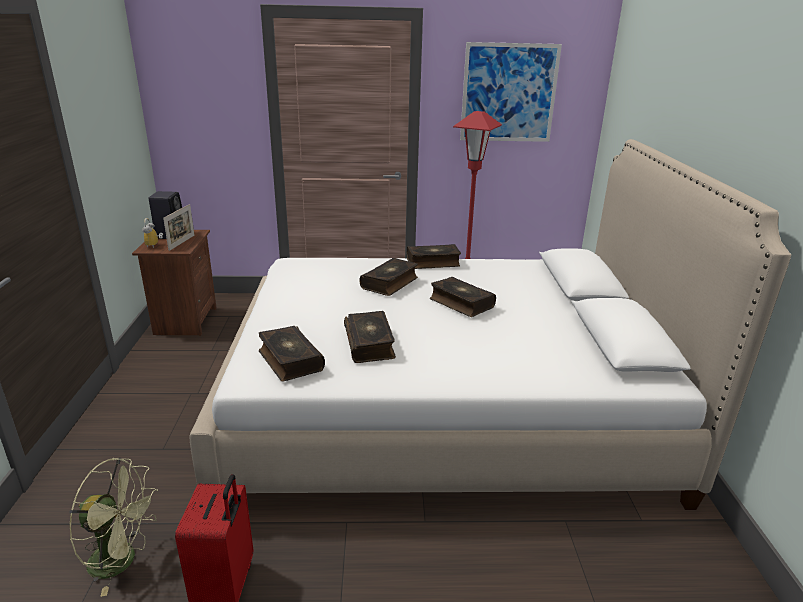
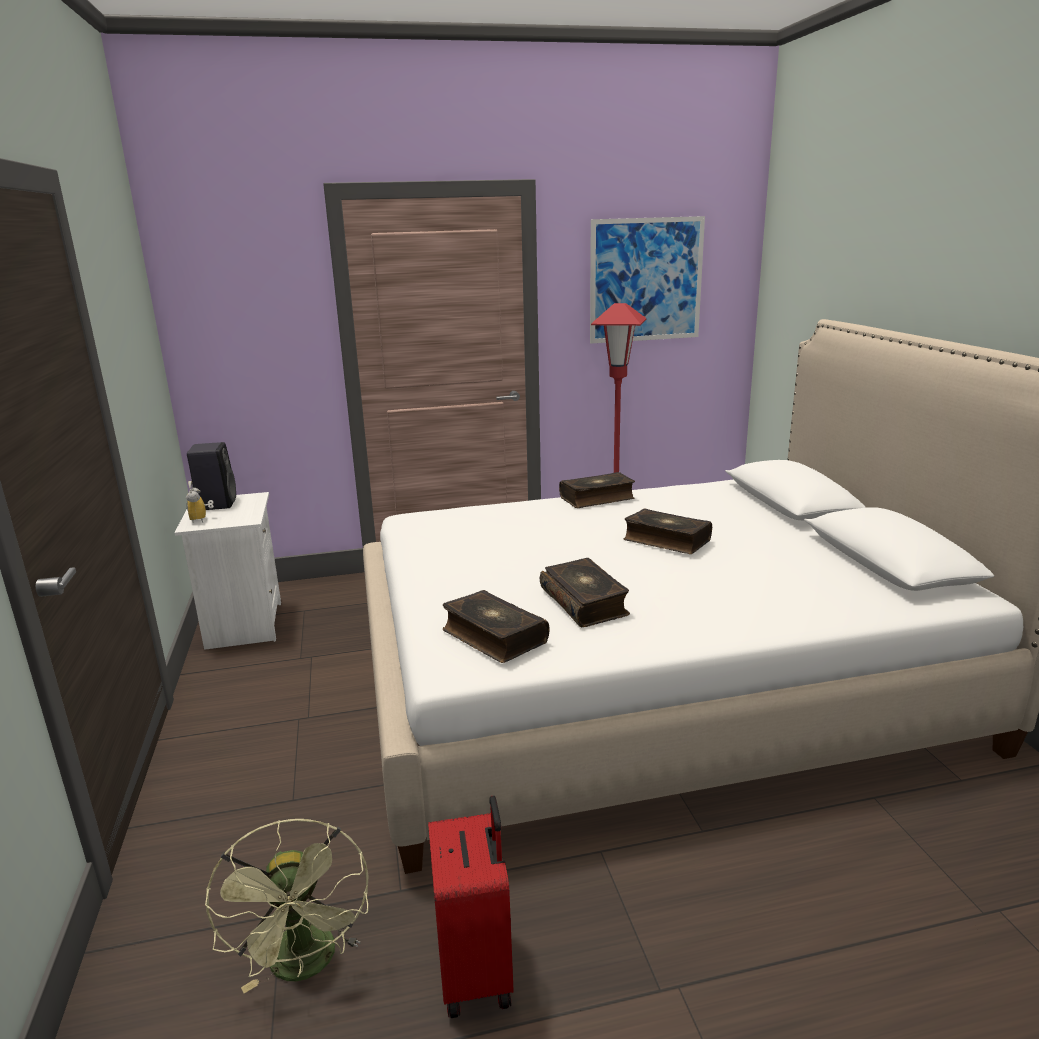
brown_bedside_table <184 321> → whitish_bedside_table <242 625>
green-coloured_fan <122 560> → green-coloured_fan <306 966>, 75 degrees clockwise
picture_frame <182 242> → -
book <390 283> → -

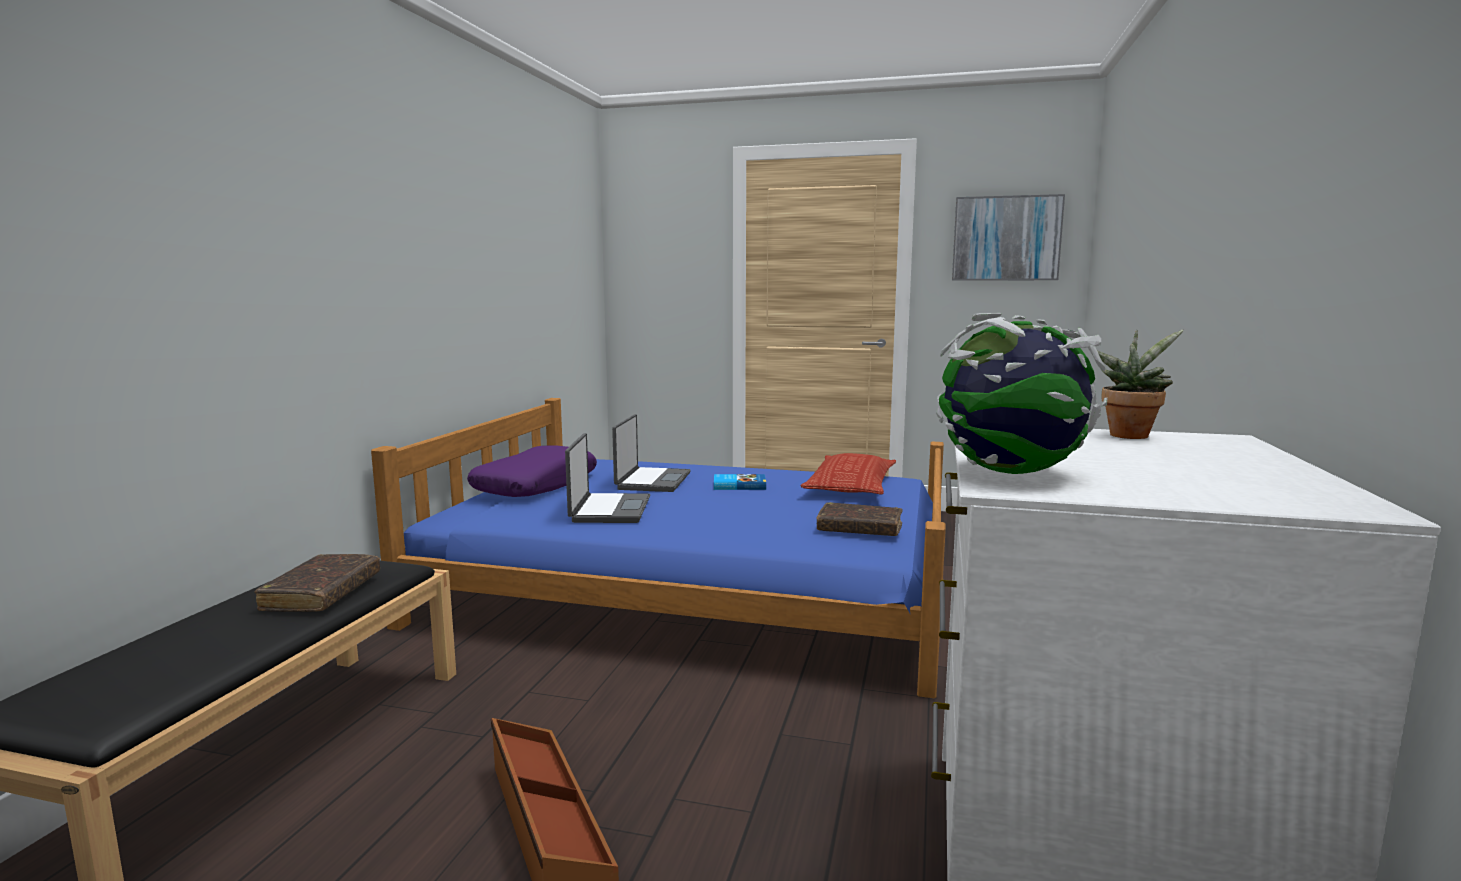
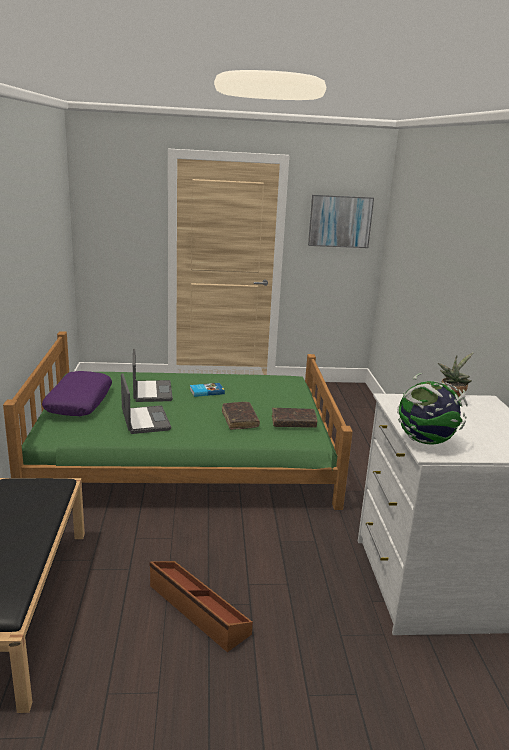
bluish_bed <697 587> → green-coloured_bed <187 455>
brown_book <322 594> → brown_book <240 420>, relocated
pillow <851 485> → -

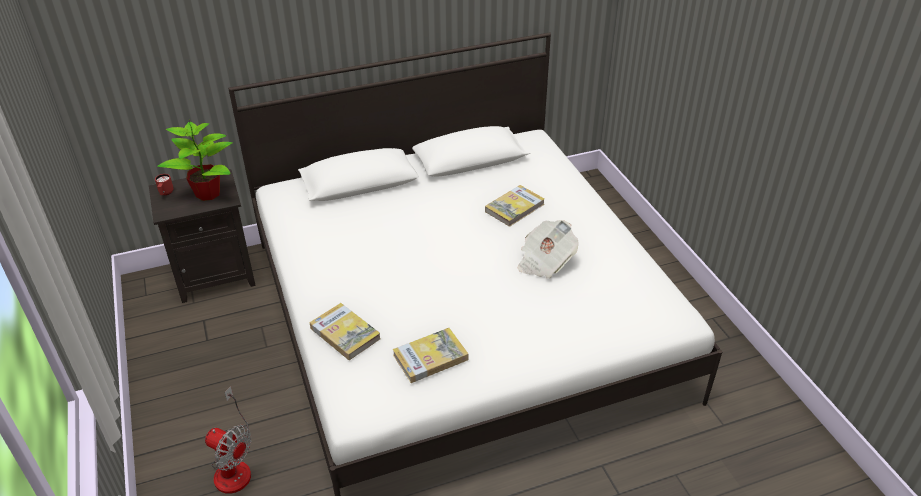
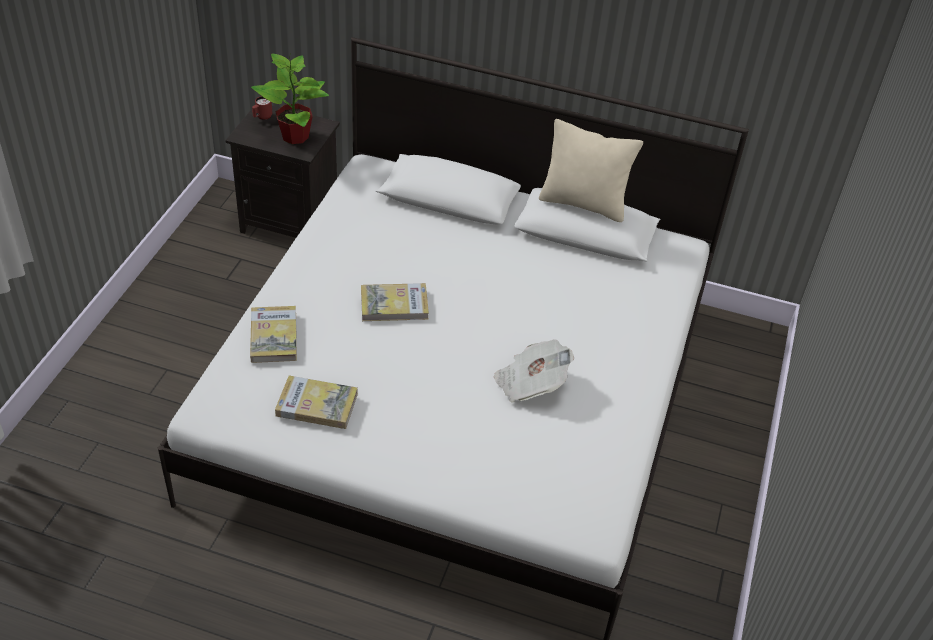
book <514 208> → book <394 305>, relocated
- → sand-coloured_pillow <583 204>
fan <233 465> → -

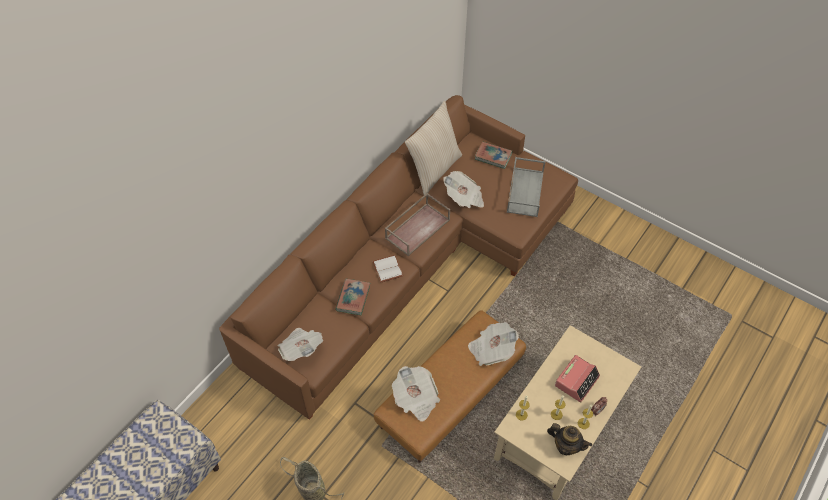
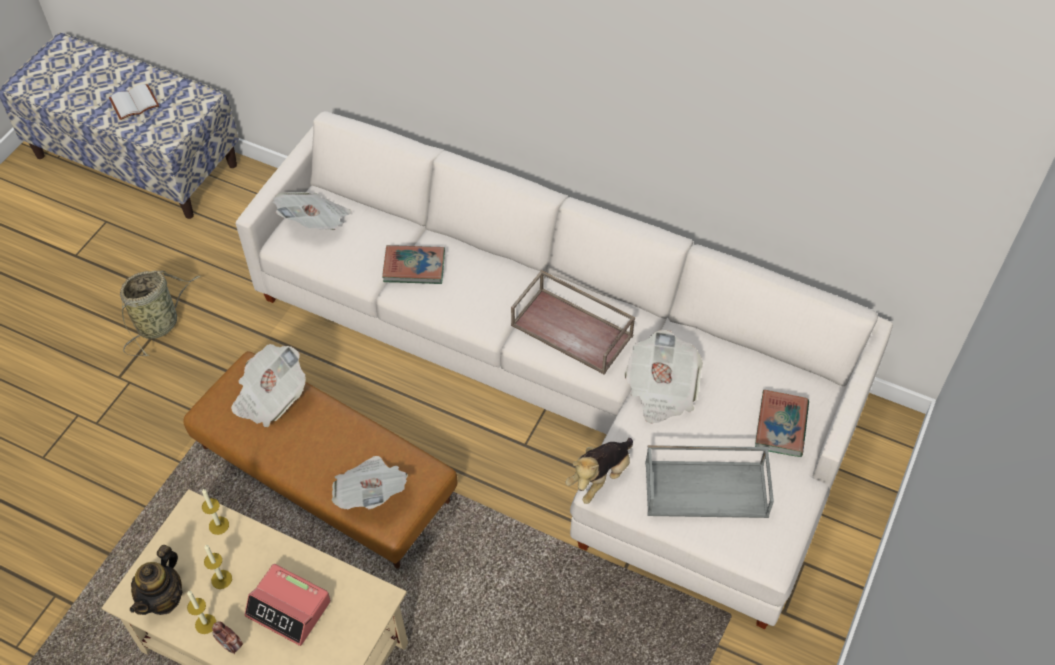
whitish_book <386 269> → whitish_book <134 102>, relocated
brown_sofa <411 261> → whitish_sofa <574 381>
- → plush_toy <600 477>
sand-coloured_pillow <434 170> → -

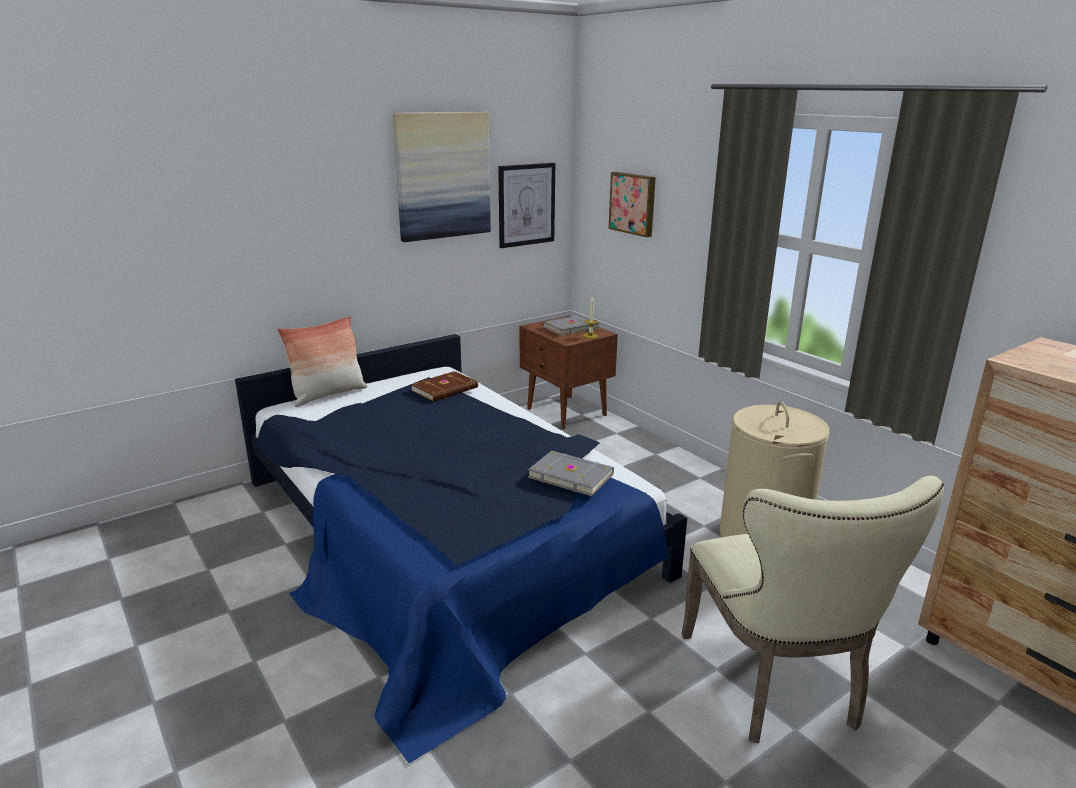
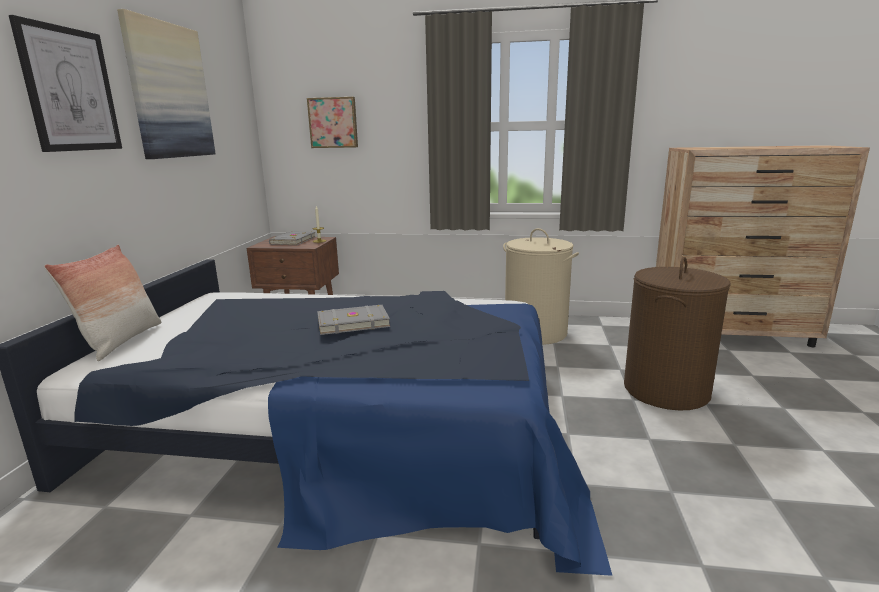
picture <526 205> → picture <70 90>, relocated
greyish_book <571 475> → greyish_book <352 322>, relocated
sand-coloured_chair <777 686> → brown_laundry_basket <666 390>
brown_book <445 389> → -

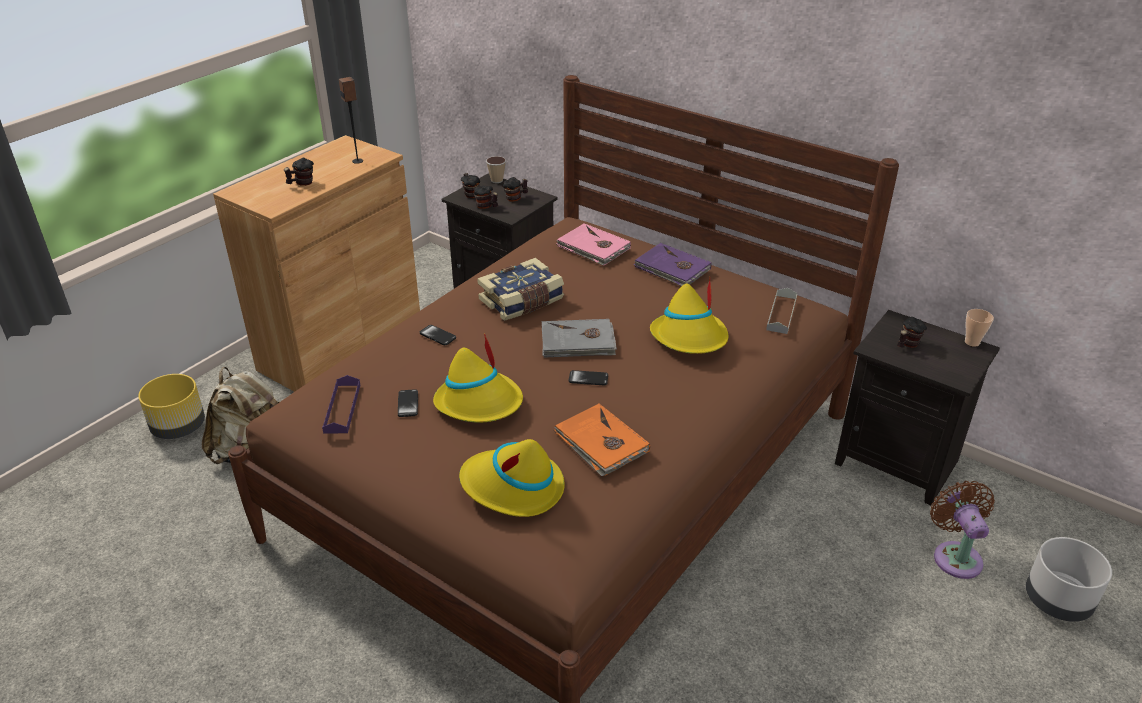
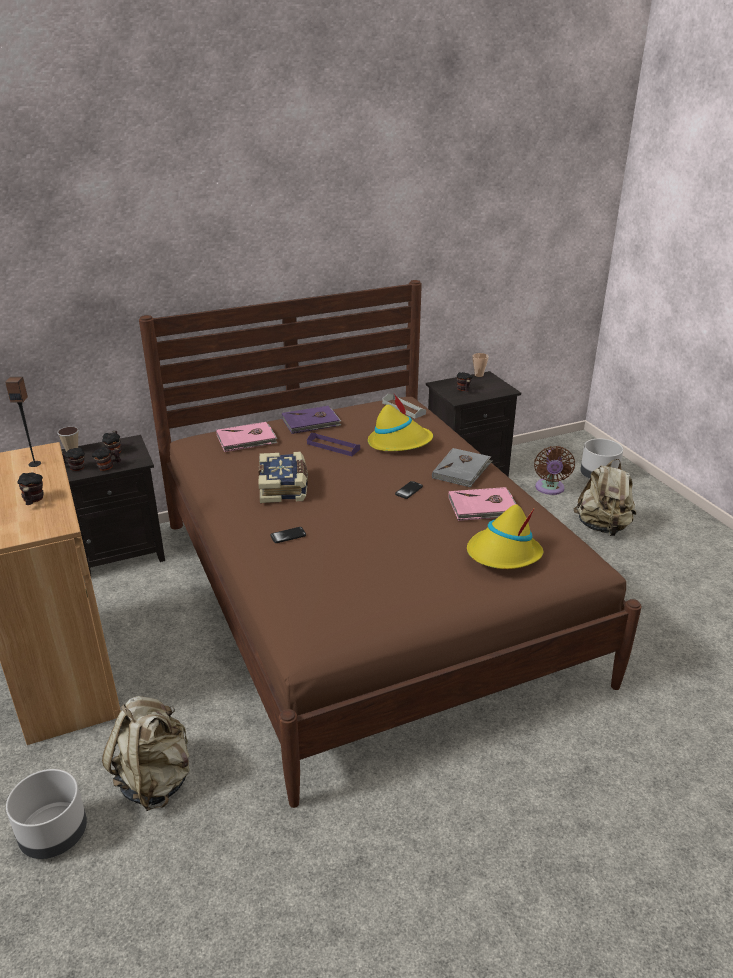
yellow_planter <179 427> → greyish_planter <54 835>
purple_carrying_tray <342 408> → purple_carrying_tray <333 446>, relocated
greyish_book <578 342> → greyish_book <462 470>, relocated
orange-coloured_book <601 443> → pink-coloured_book <483 507>
brown_fan <955 556> → brown_fan <549 489>, 105 degrees counterclockwise
- → sand-coloured_backpack <602 527>
phone <408 404> → -
yellow_hat <480 403> → -

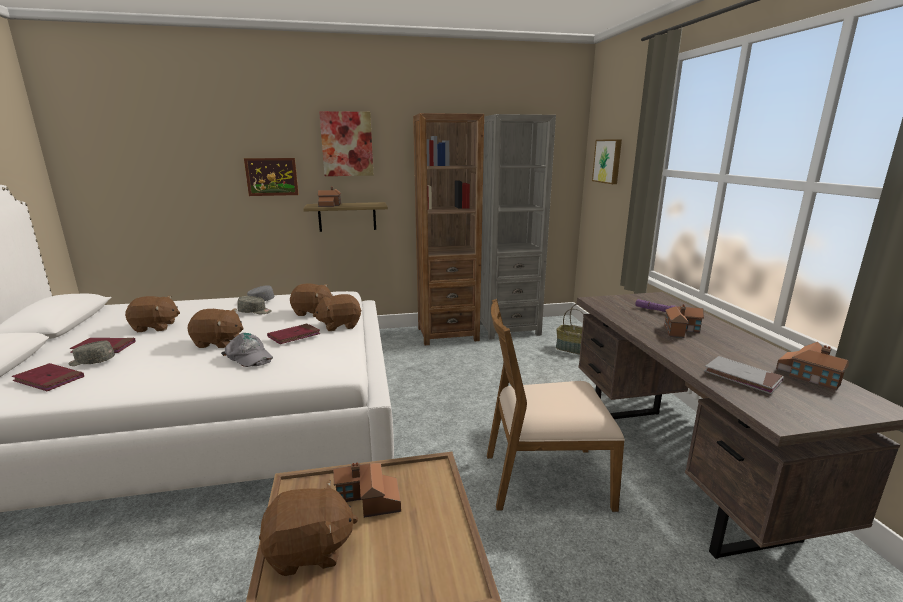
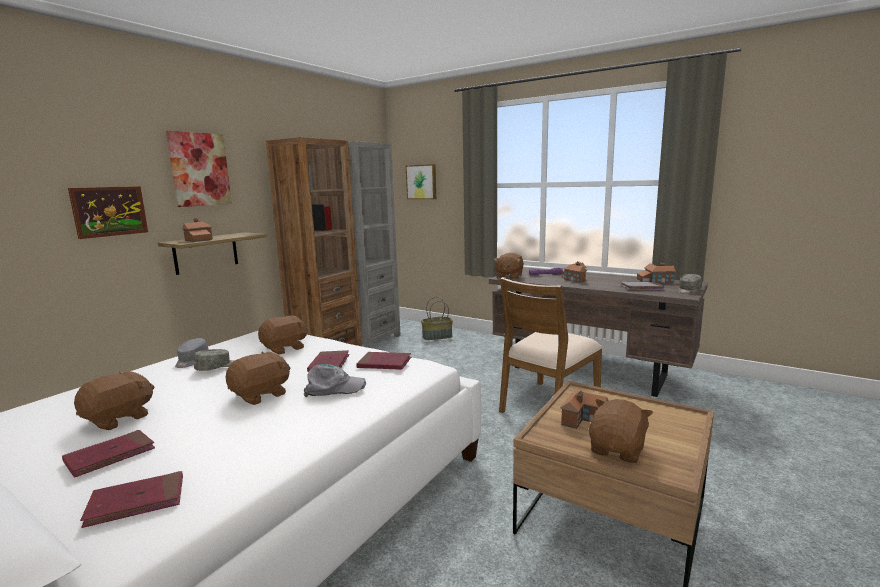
- → red-coloured_book <384 363>
brown_plush_toy <339 325> → brown_plush_toy <508 277>, relocated
greyish_peaked_cap <92 362> → greyish_peaked_cap <688 290>, relocated

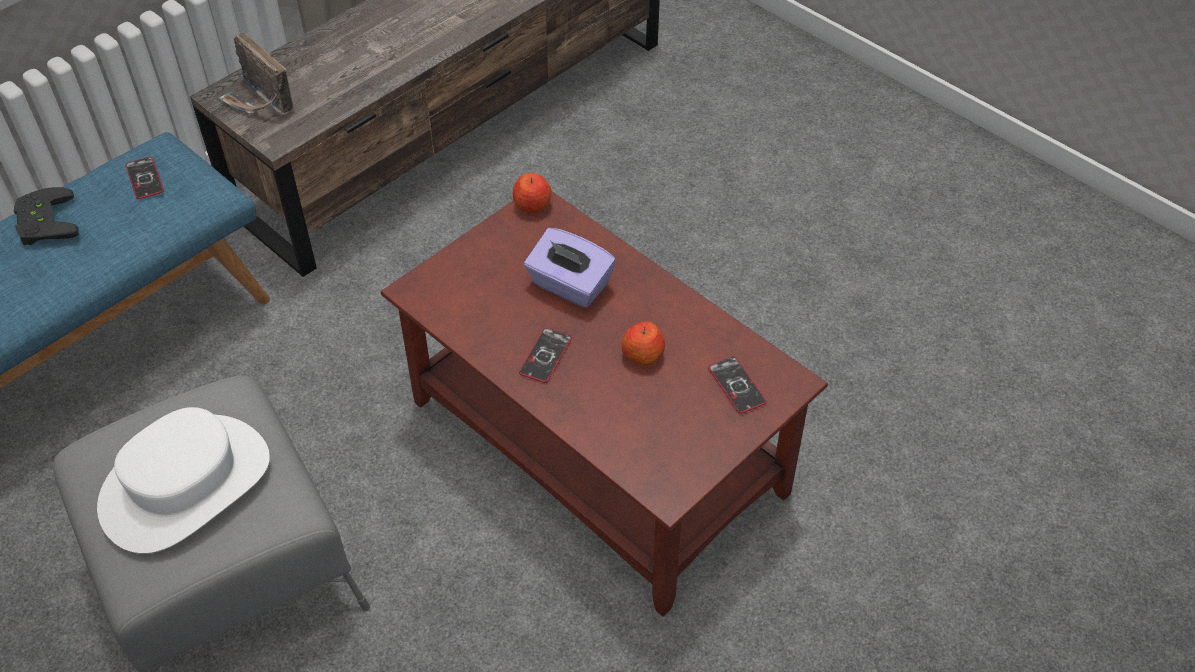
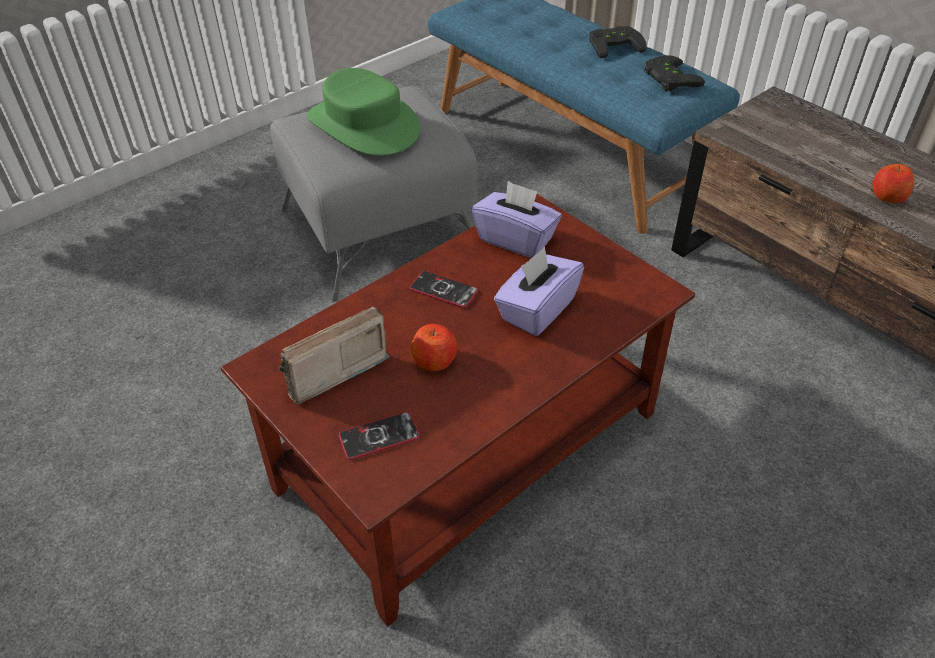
radio_set <259 101> → radio_set <329 370>, relocated
whitish_hat <185 484> → green-coloured_hat <364 125>
- → purple_tissue_box <516 239>
phone <145 178> → black-coloured_gamepad <668 79>
apple_fruit <532 205> → apple_fruit <887 197>, relocated

